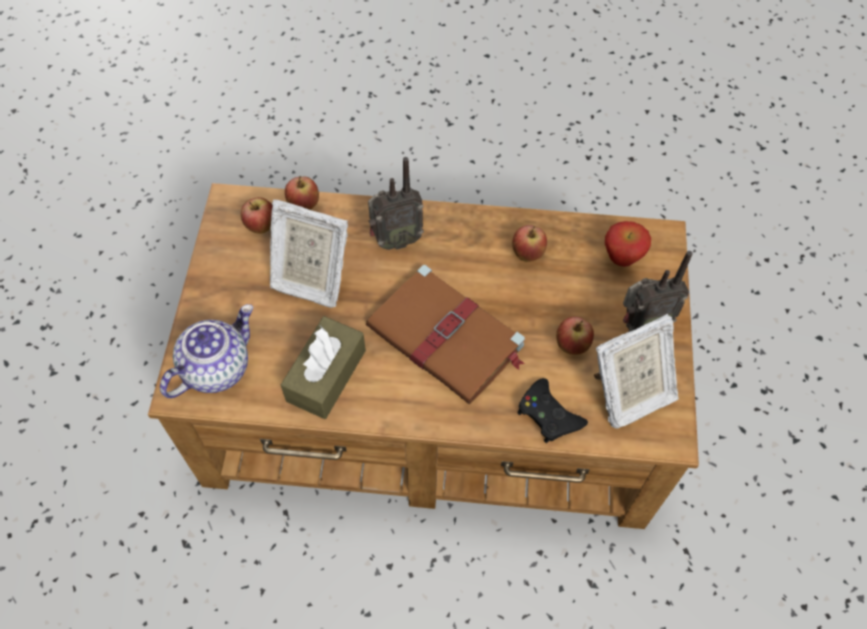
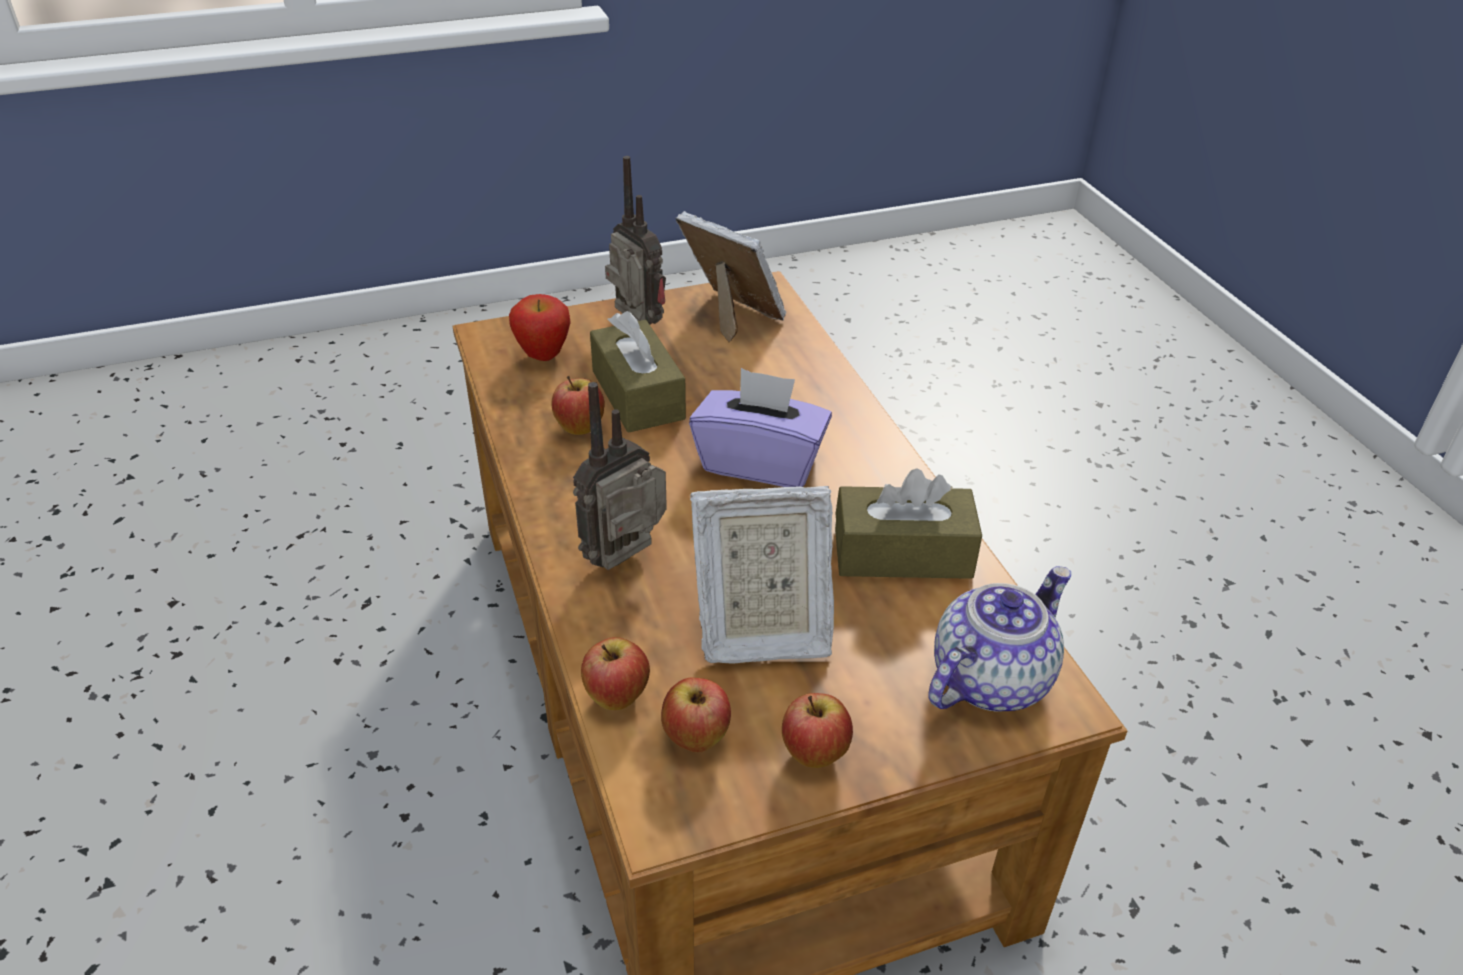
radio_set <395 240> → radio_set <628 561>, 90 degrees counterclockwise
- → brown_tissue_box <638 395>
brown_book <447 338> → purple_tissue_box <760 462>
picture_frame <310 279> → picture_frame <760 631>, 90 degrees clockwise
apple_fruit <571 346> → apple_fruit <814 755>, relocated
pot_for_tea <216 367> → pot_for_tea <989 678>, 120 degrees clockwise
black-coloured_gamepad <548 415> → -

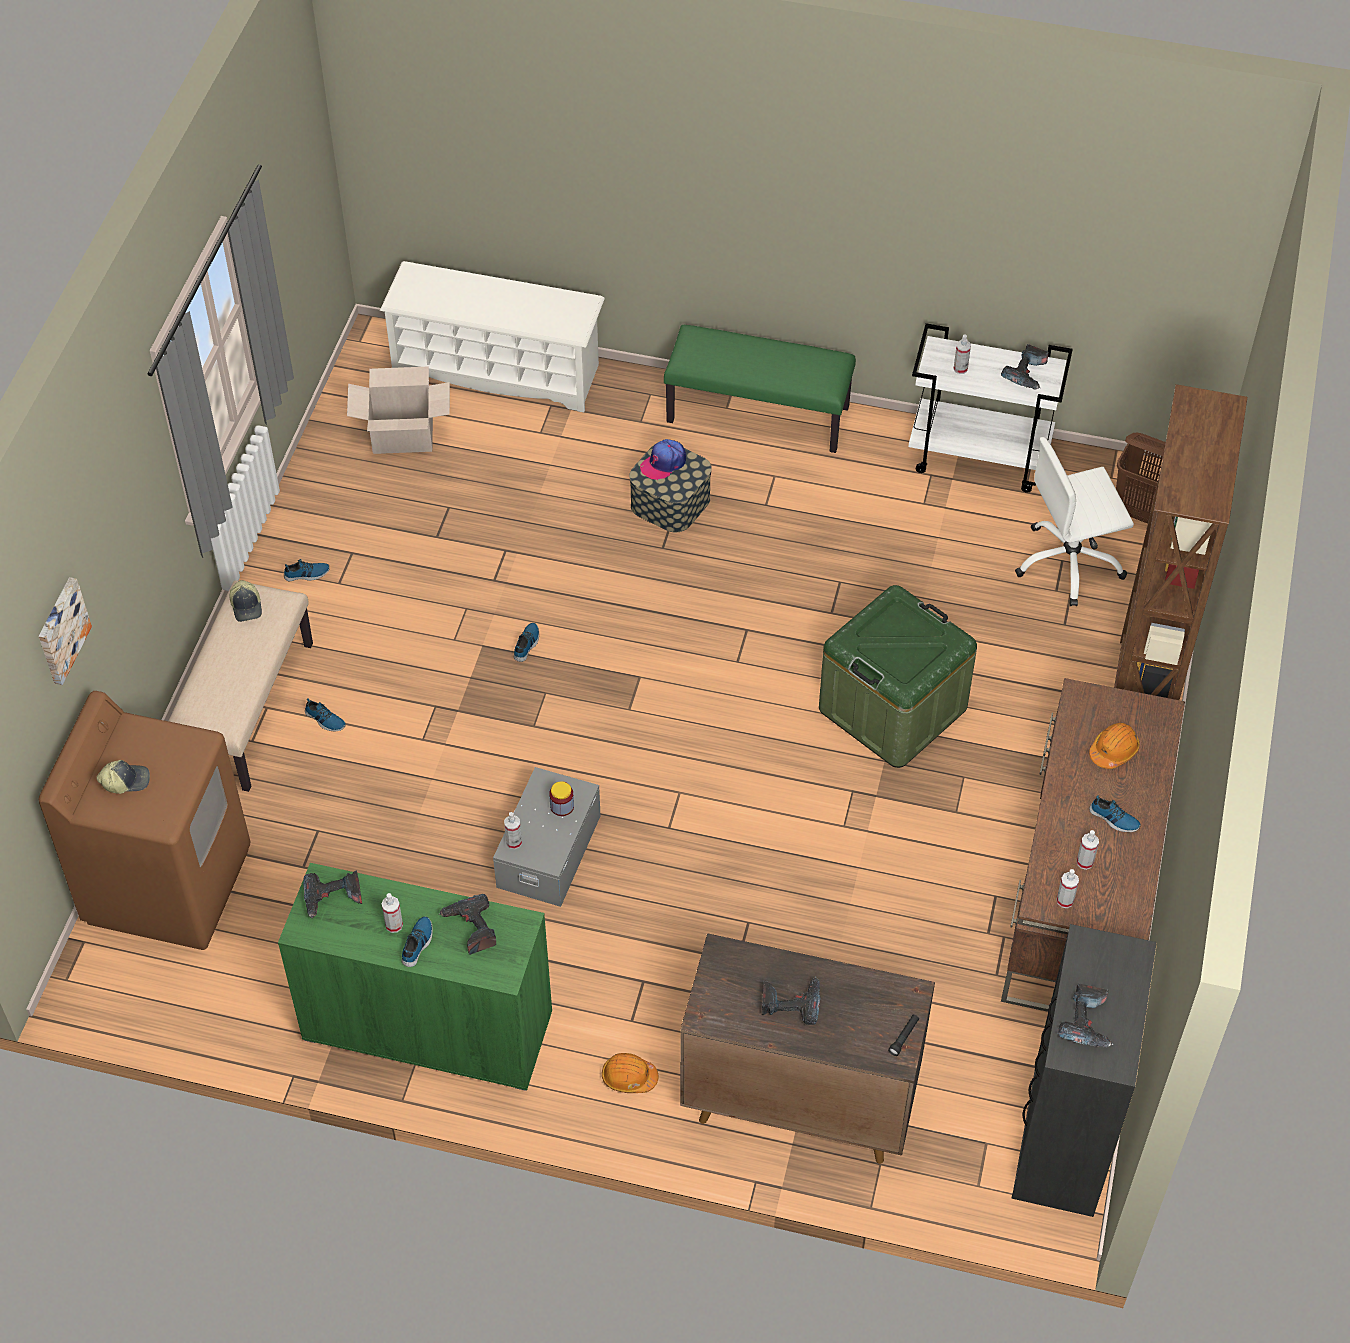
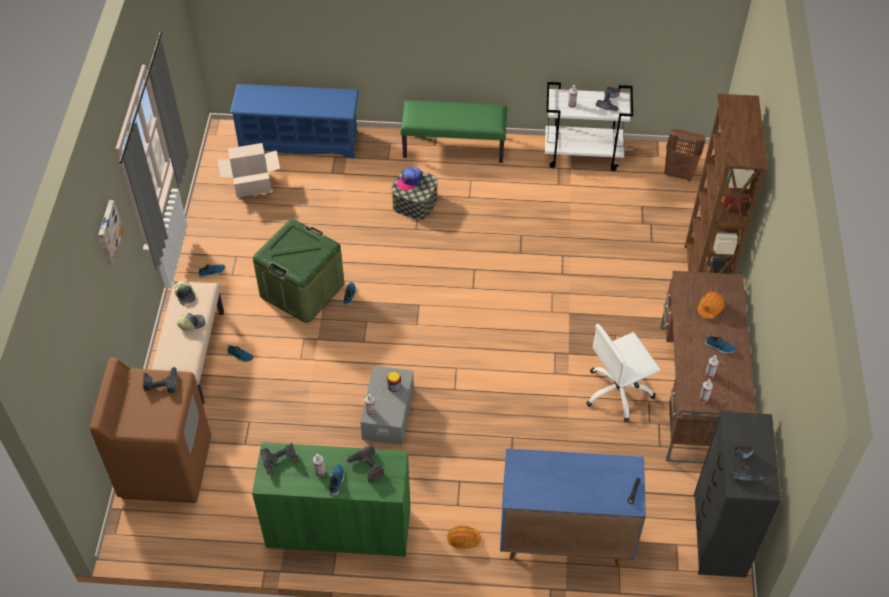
picture <61 630> → picture <108 232>, relocated
drill <791 1003> → drill <161 383>, relocated
peaked_cap <126 780> → peaked_cap <192 323>, relocated
whitish_shoe_rack <498 371> → bluish_shoe_rack <300 141>
green-coloured_storage_container <892 708> → green-coloured_storage_container <302 290>, relocated
brown_cabinet <798 1101> → bluish_cabinet <564 537>
whitish_desk_chair <1069 563> → whitish_desk_chair <618 392>, relocated

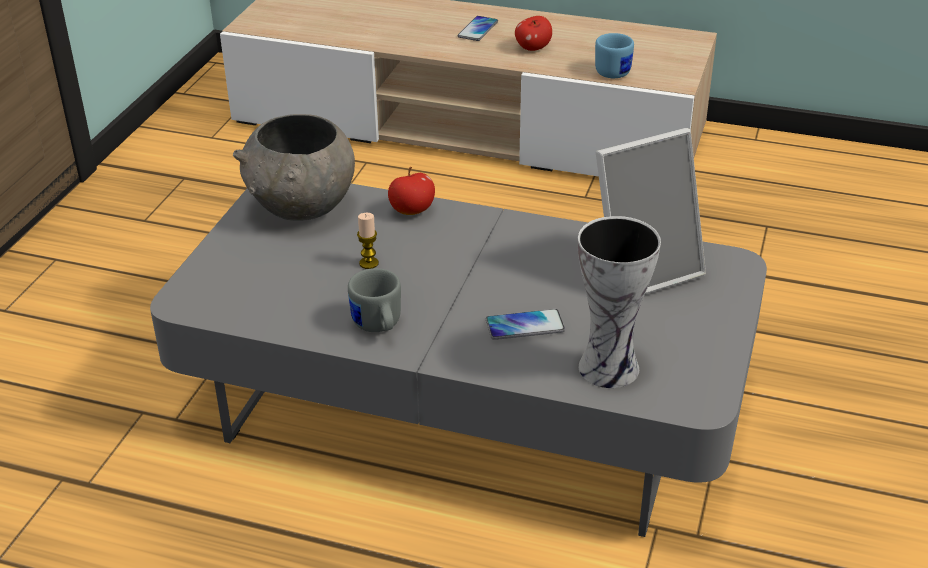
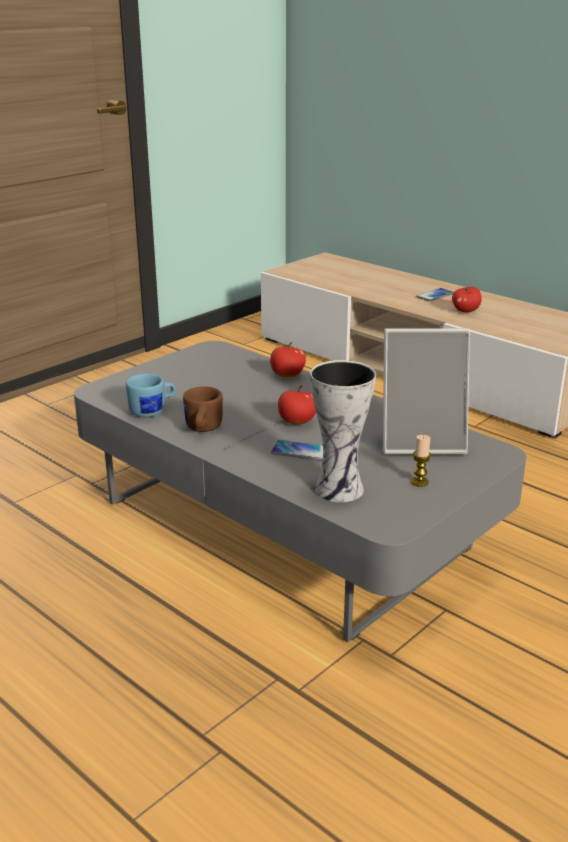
bluish_tea_mug <616 71> → bluish_tea_mug <153 411>, relocated
greyish_tea_mug <378 326> → brown_tea_mug <202 429>
- → apple_fruit <297 422>
wax_light <369 263> → wax_light <419 482>, relocated
greyish_bowl <302 209> → -

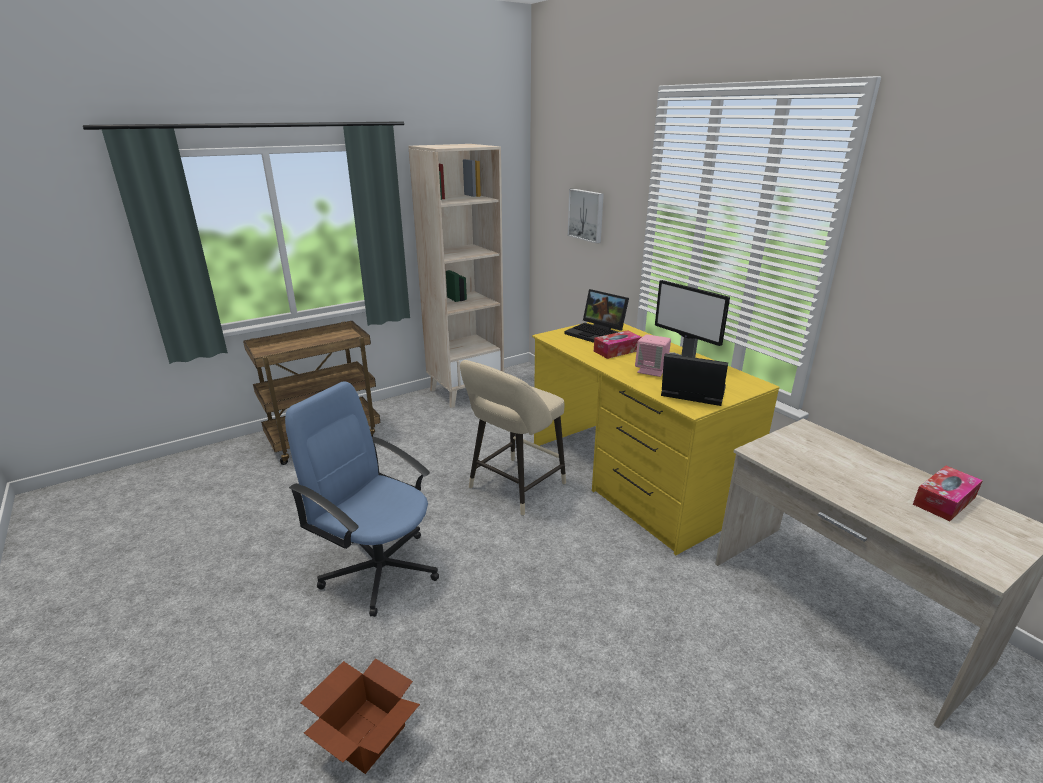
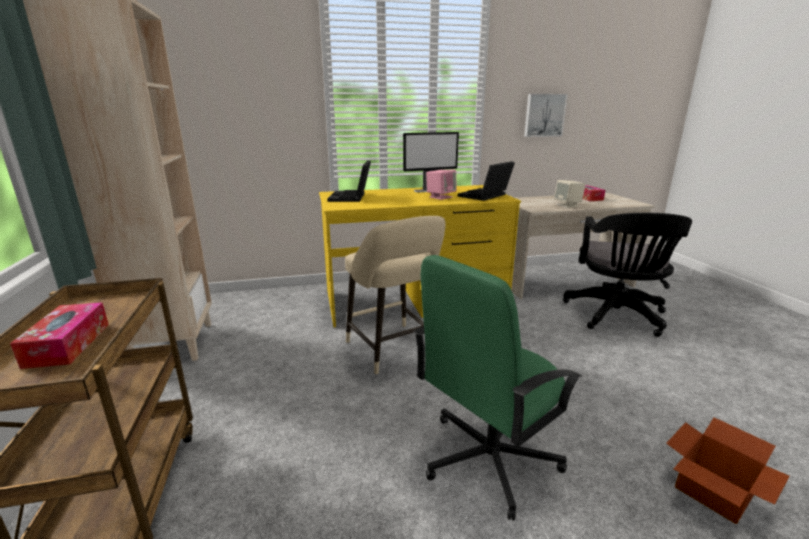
tissue_box <617 351> → tissue_box <68 344>, relocated
notebook_computer <597 333> → notebook_computer <351 197>, 120 degrees clockwise
bluish_desk_chair <379 569> → green-coloured_desk_chair <488 458>
picture <587 215> → picture <544 115>, relocated
- → sand-coloured_audio_speaker <567 205>
- → black-coloured_desk_chair <616 316>

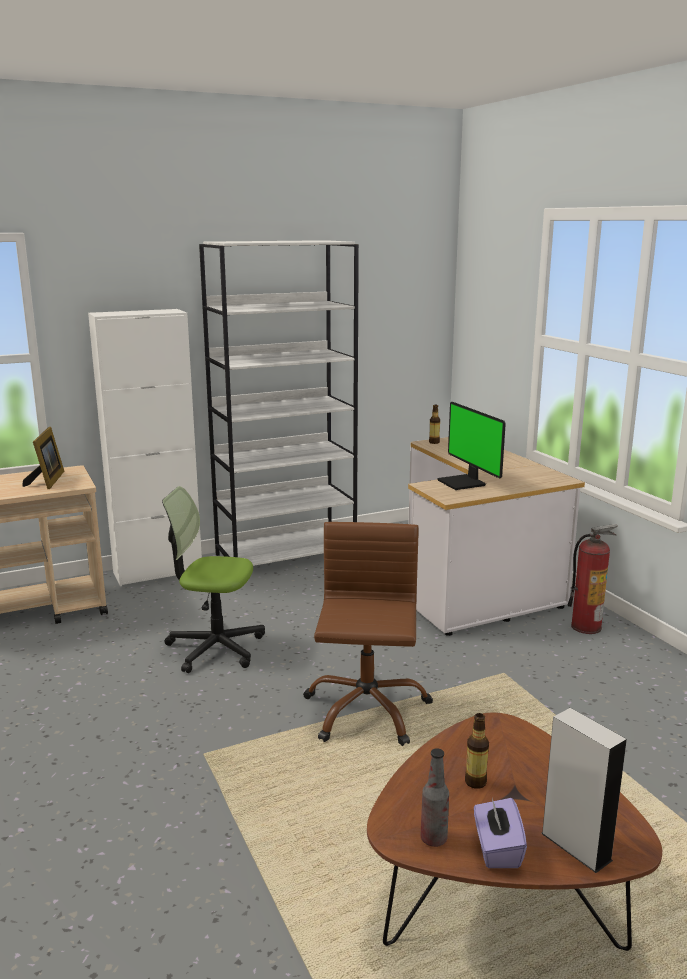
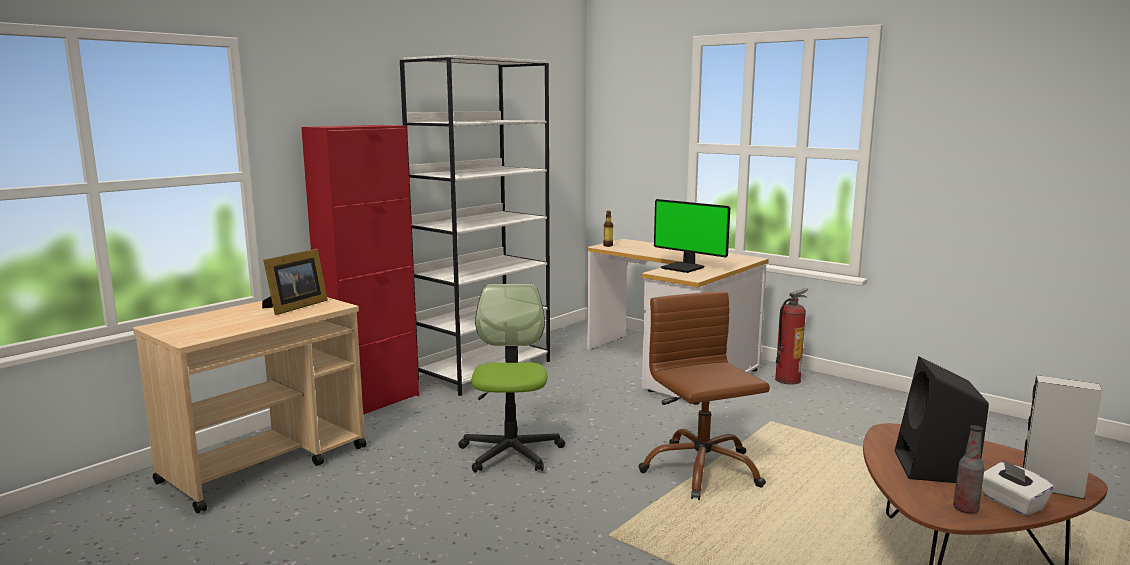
picture_frame <47 481> → picture_frame <294 307>, 60 degrees clockwise
whitish_cabinet <157 572> → red-coloured_cabinet <372 403>
desk_chair <215 648> → desk_chair <511 452>, 105 degrees clockwise
beverage_bottle <475 782> → black-coloured_audio_speaker <935 468>
purple_tissue_box <497 849> → whitish_tissue_box <1012 503>

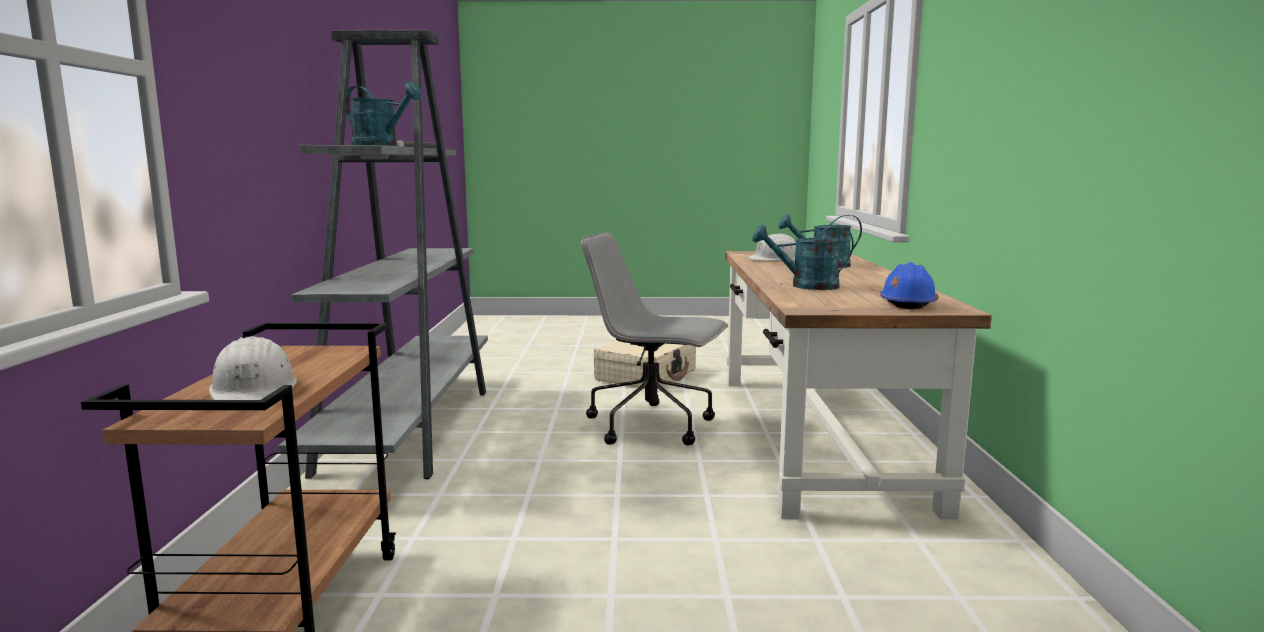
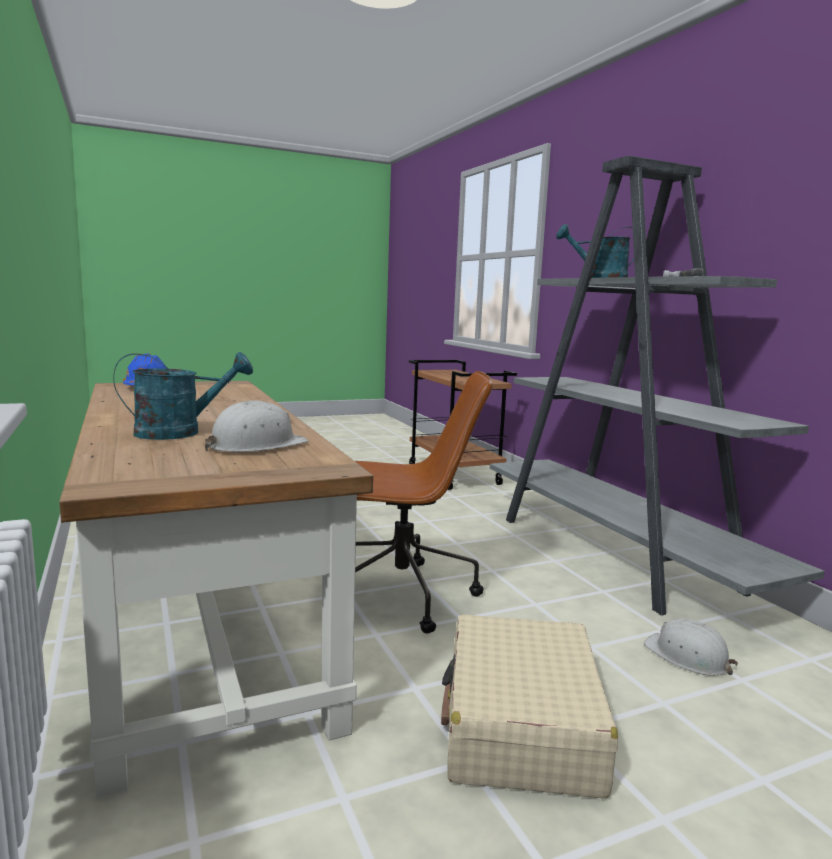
greyish_desk_chair <652 425> → brown_desk_chair <398 595>
whitish_hard_hat <254 389> → whitish_hard_hat <687 656>, relocated
blue-green_watering_pot <805 286> → -

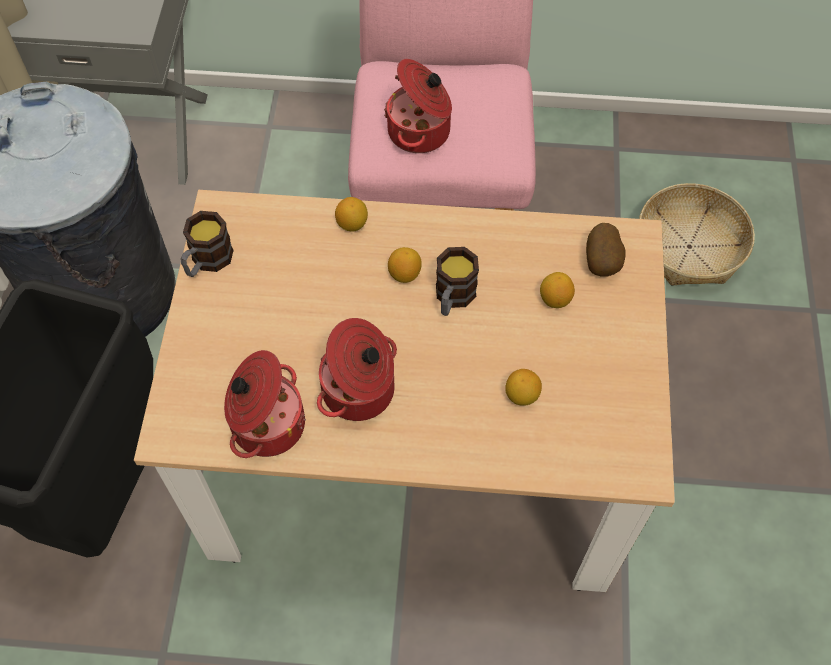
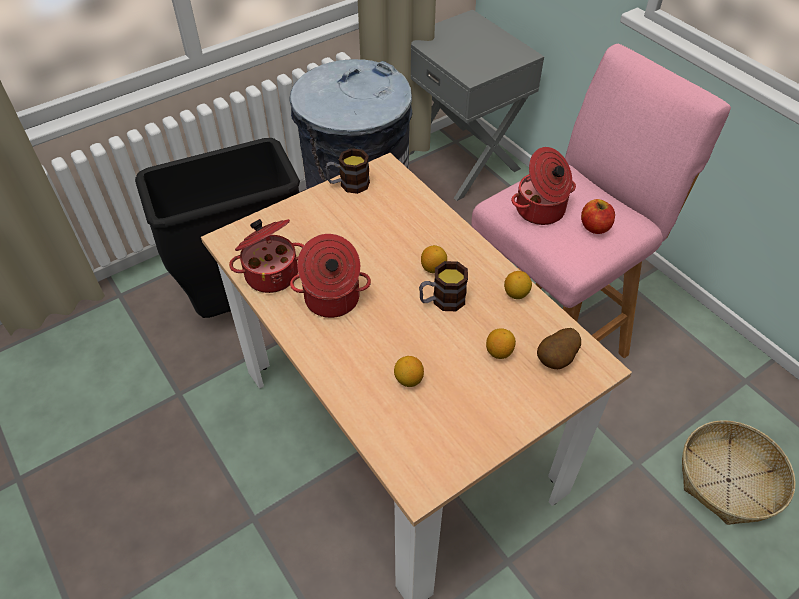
lemon <352 224> → lemon <516 294>, relocated
- → apple_fruit <595 227>

